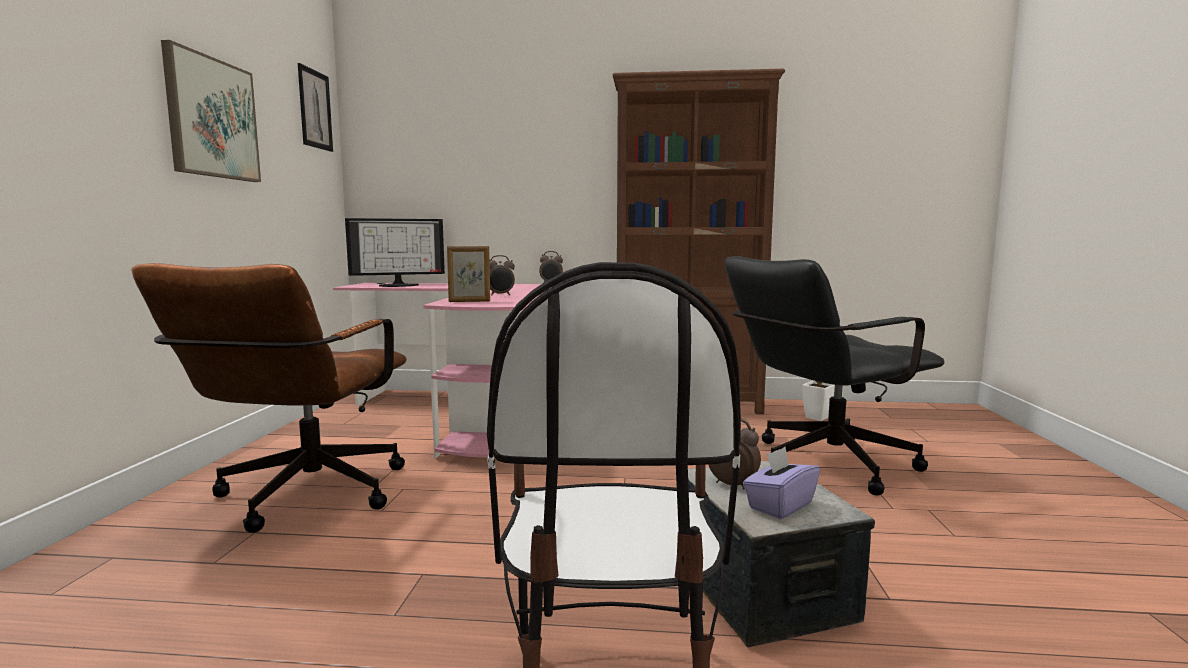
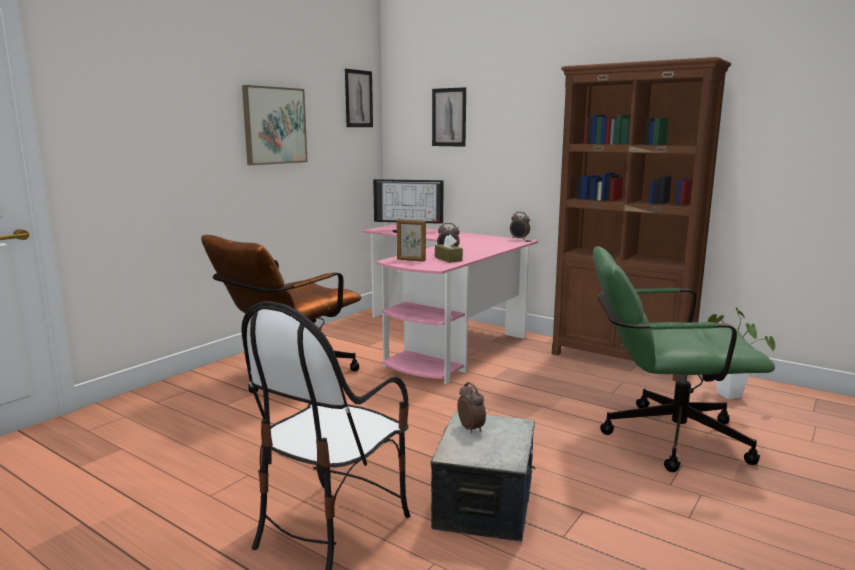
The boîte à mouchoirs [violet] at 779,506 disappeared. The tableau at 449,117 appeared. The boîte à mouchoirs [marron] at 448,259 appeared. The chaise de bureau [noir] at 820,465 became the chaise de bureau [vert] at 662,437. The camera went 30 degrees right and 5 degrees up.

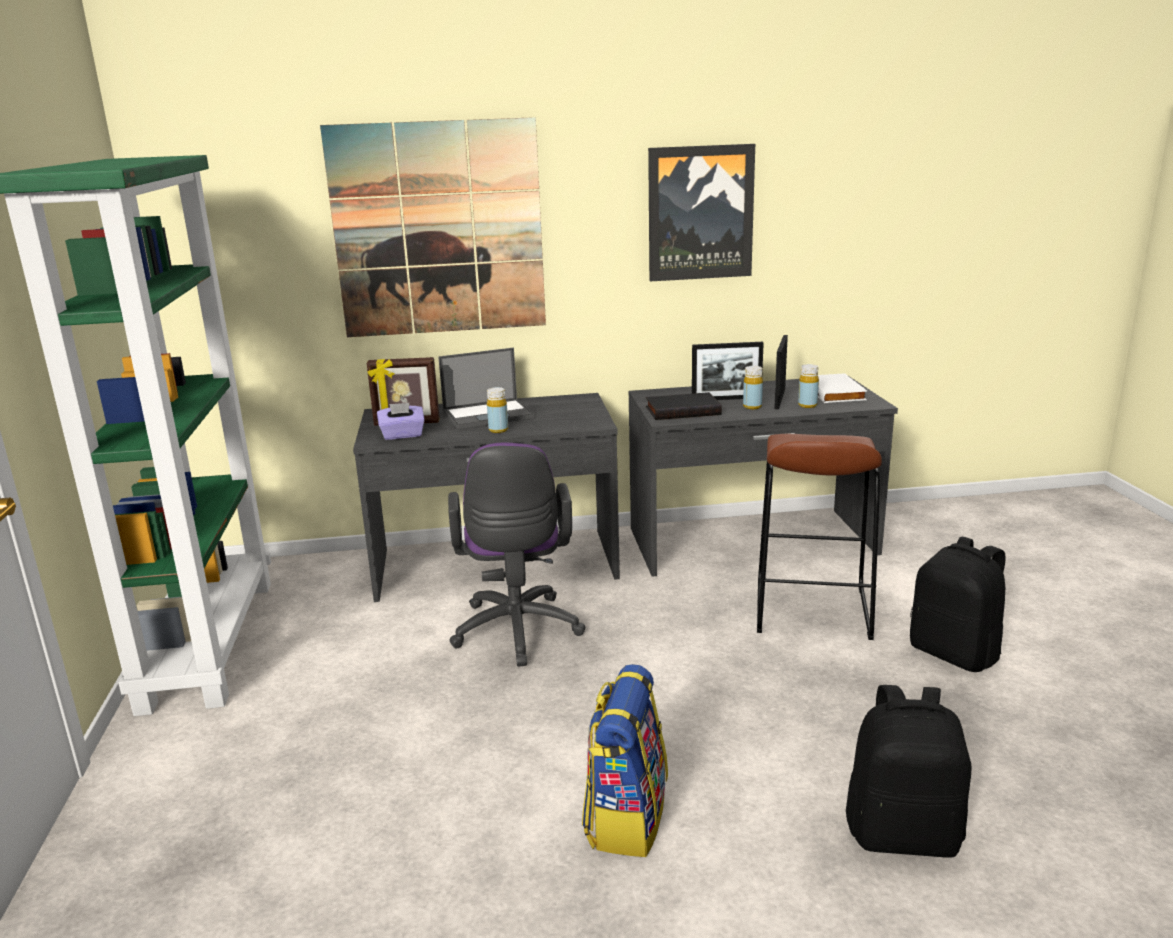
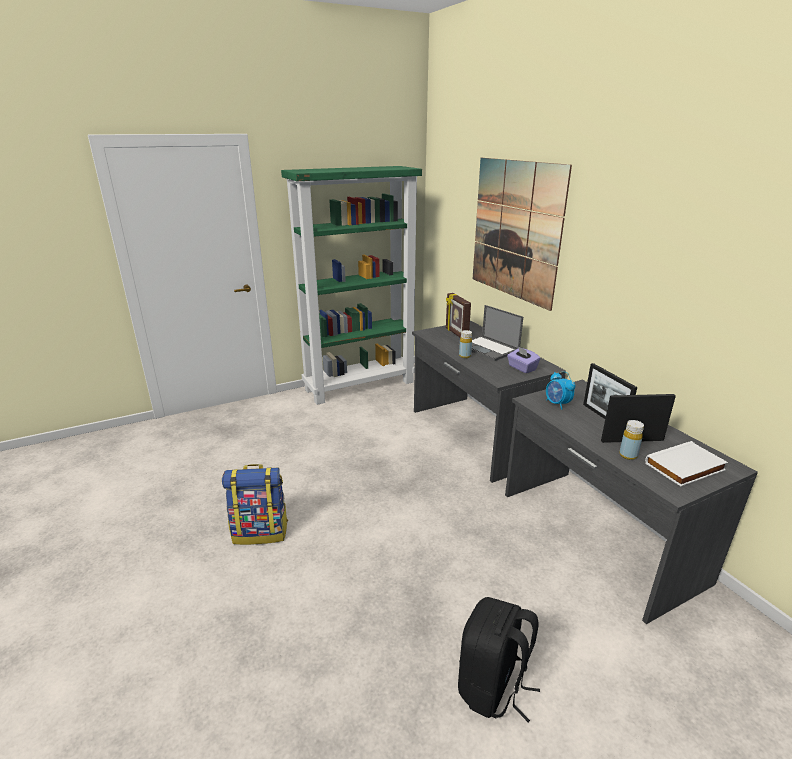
The chaise de bureau [violet] at 517,633 disappeared. The tableau at 700,213 disappeared. The bouteille [jaune] at 752,406 disappeared. The tabouret [marron] at 811,609 disappeared. The sac à dos [noir] at 903,833 disappeared. The boîte à mouchoirs [violet] moved from 402,435 to 522,368. The livre [noir] at 683,410 was replaced by the réveil at 557,404. The camera went 70 degrees right and 5 degrees up.

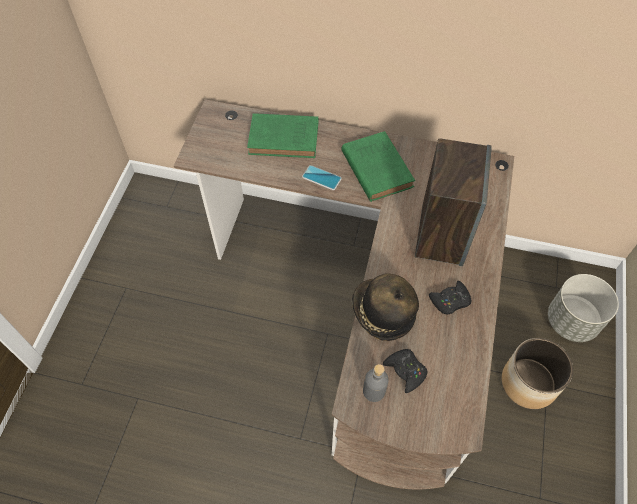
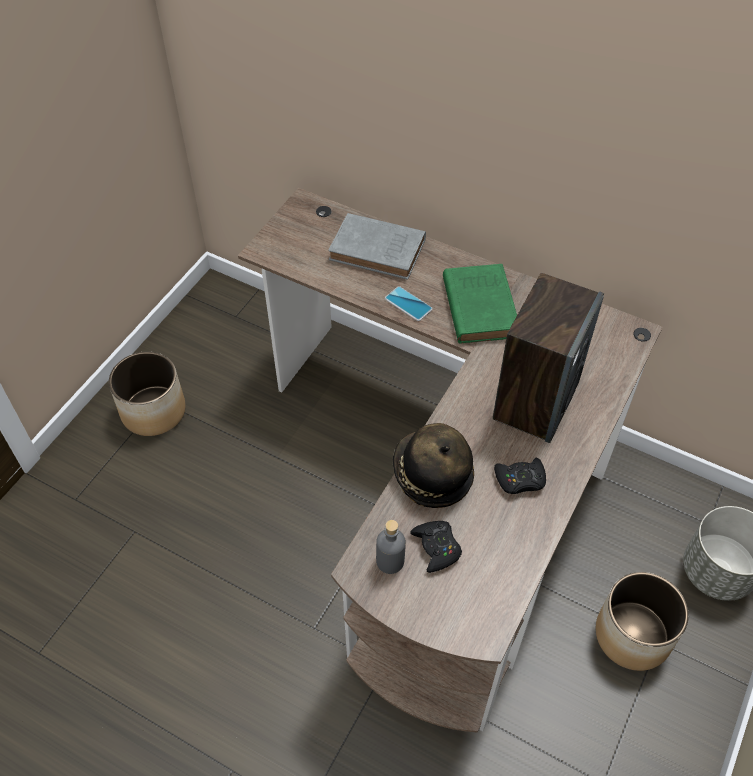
The cache-pot at 154,411 appeared. The livre [vert] at 286,139 became the livre [gris] at 380,251. The camera went 15 degrees right and 5 degrees down.

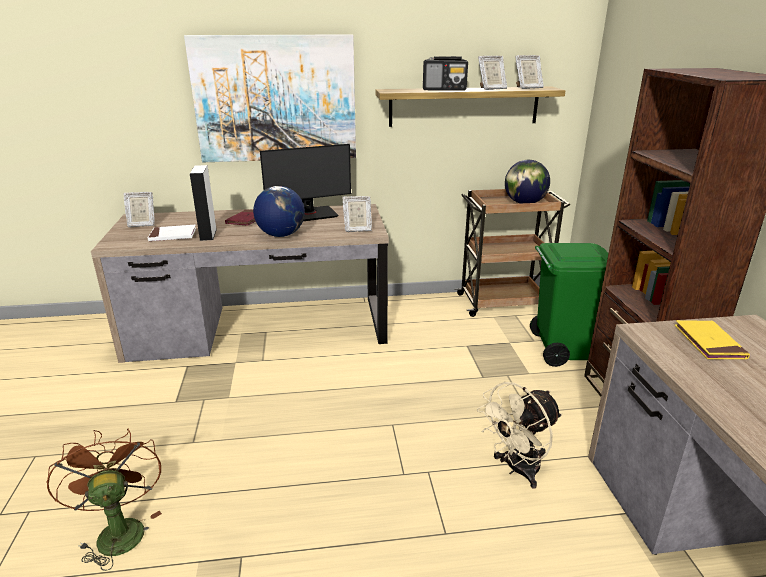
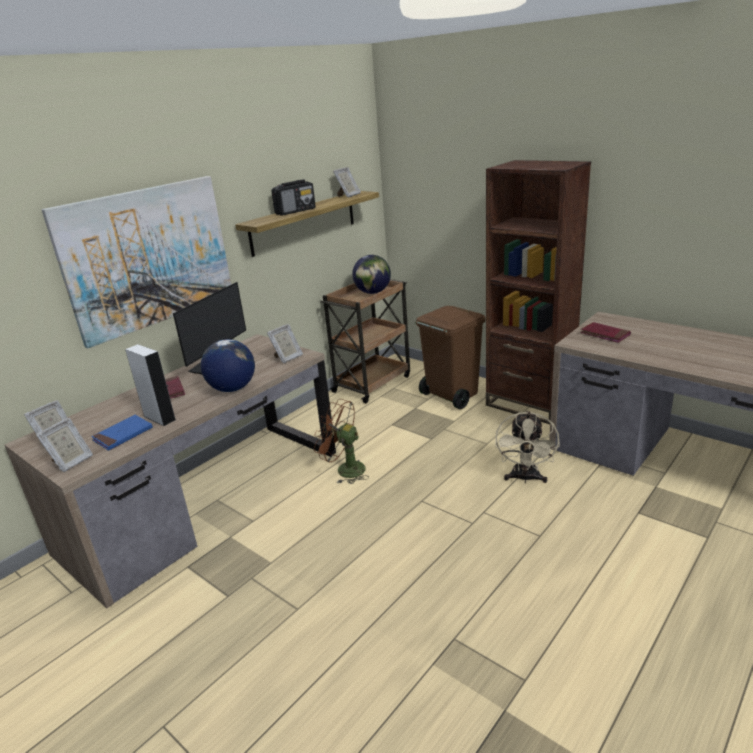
The ventilateur [marron] moved from 118,530 to 344,469. The cadre photo moved from 491,89 to 71,462. The livre [blanc] at 173,235 became the livre [bleu] at 123,435. The poubelle [vert] at 561,349 became the poubelle [marron] at 451,396. The livre [jaune] at 709,342 became the livre [rouge] at 605,334. The camera went 40 degrees left and 0 degrees up.

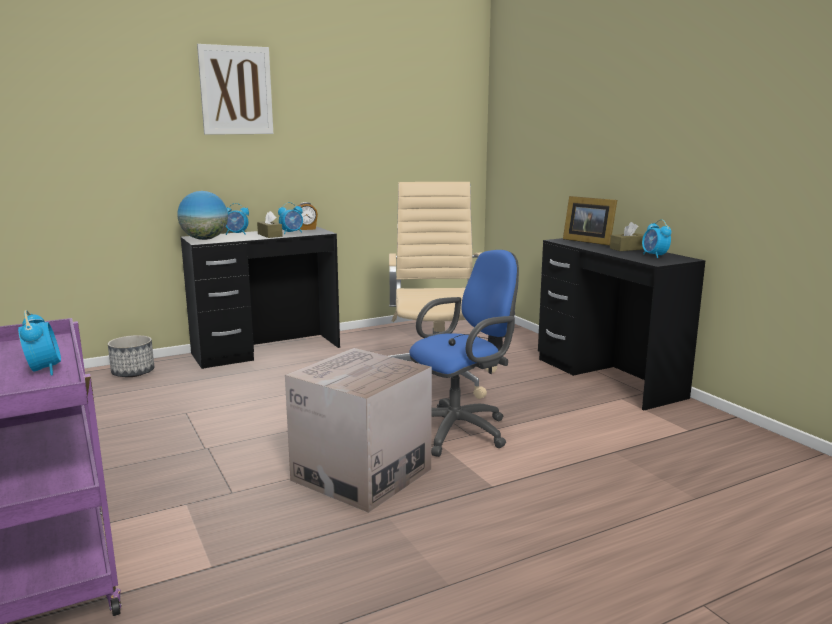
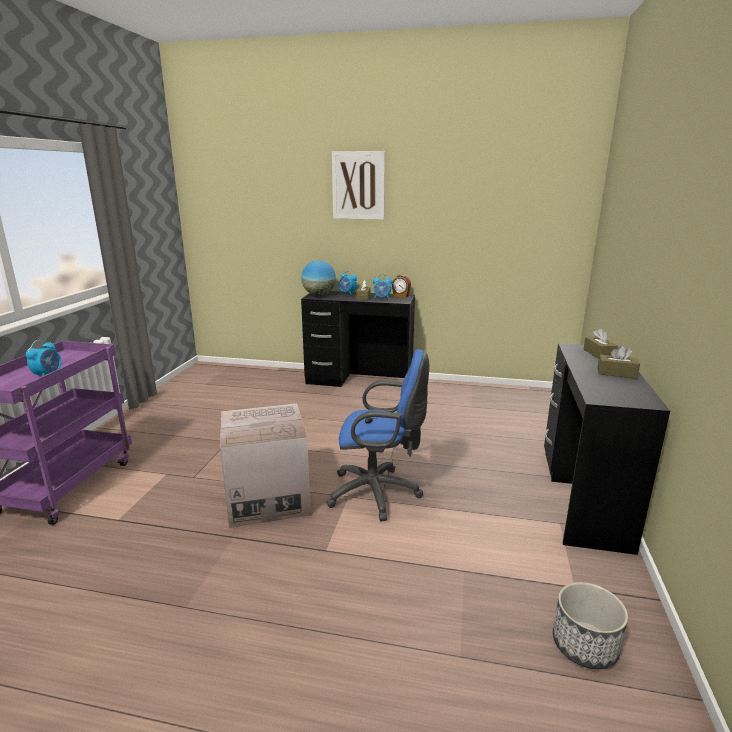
The chaise de bureau [beige] at 437,377 disappeared. The réveil at 654,256 disappeared. The cache-pot moved from 133,372 to 585,645. The cadre photo at 587,241 was replaced by the boîte à mouchoirs [marron] at 598,354. The camera went 40 degrees right and 5 degrees up.

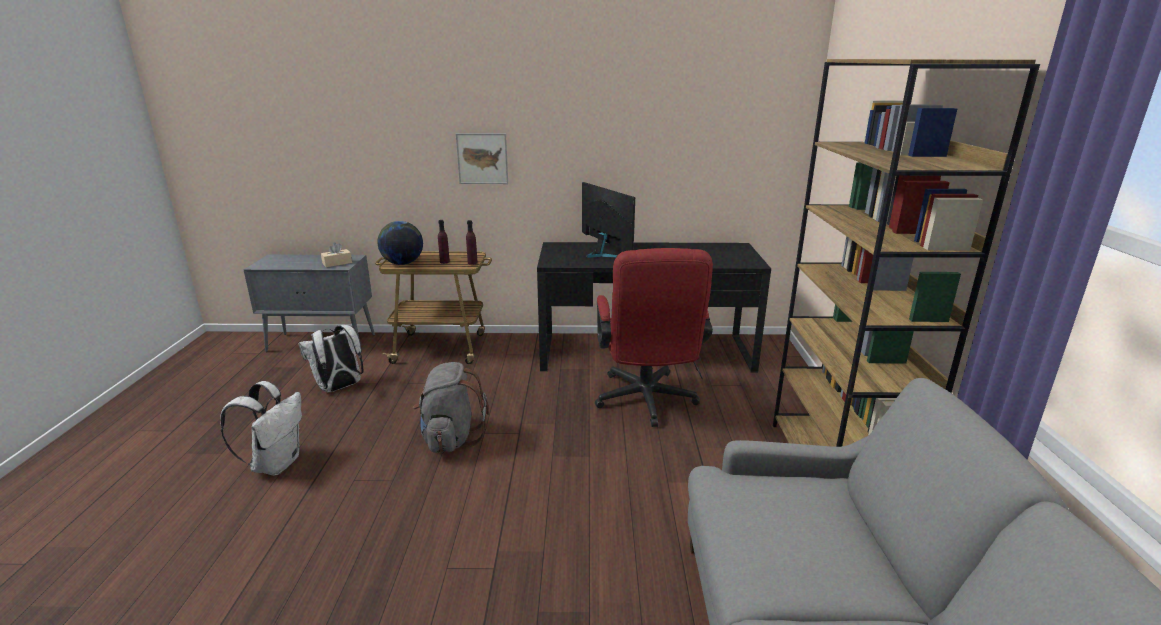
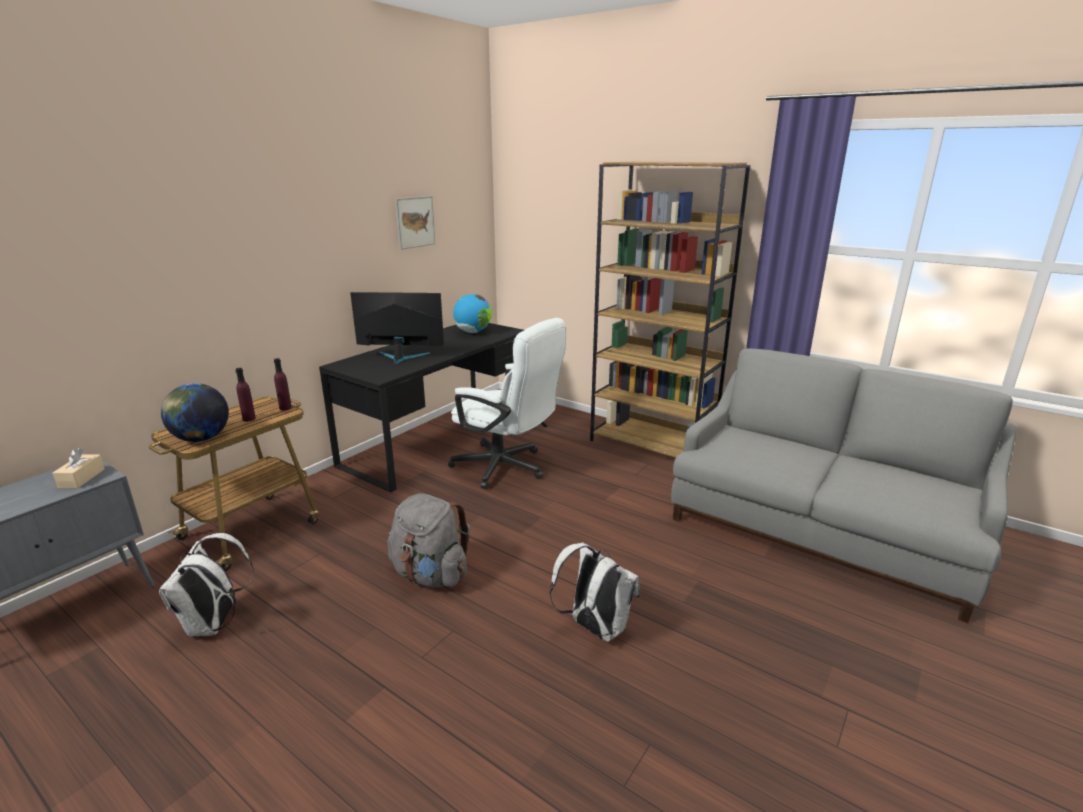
The globe at 473,332 appeared. The sac à dos [blanc] moved from 276,463 to 594,628. The tableau moved from 482,158 to 415,222. The chaise de bureau [rouge] at 646,403 became the chaise de bureau [blanc] at 507,468. The camera went 55 degrees left and 0 degrees up.

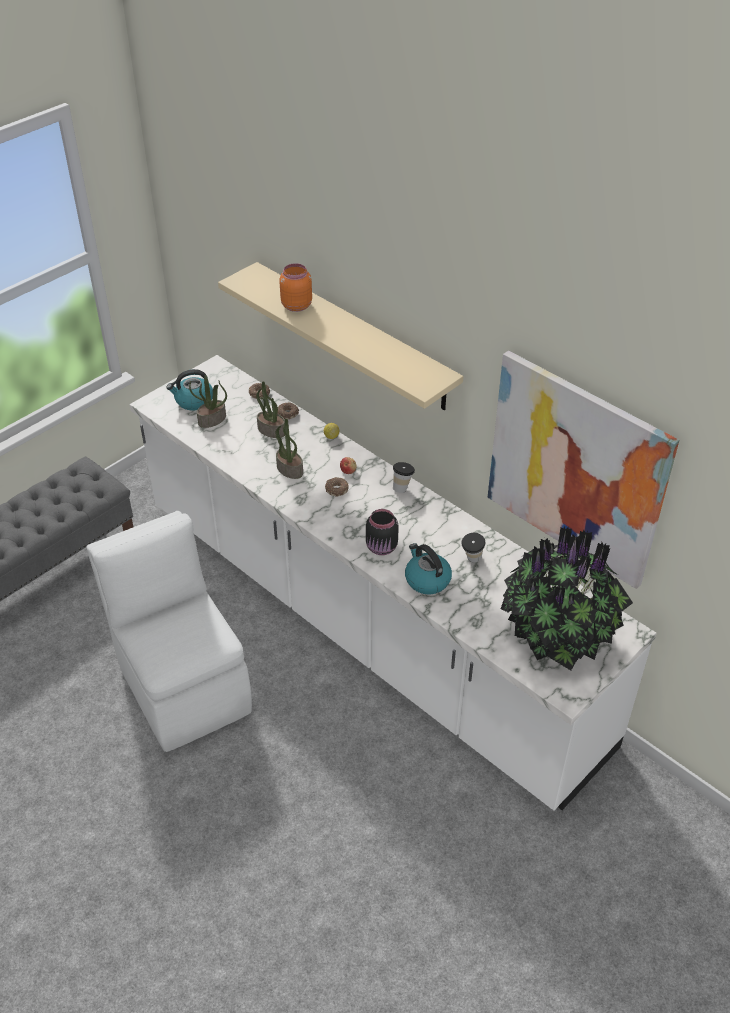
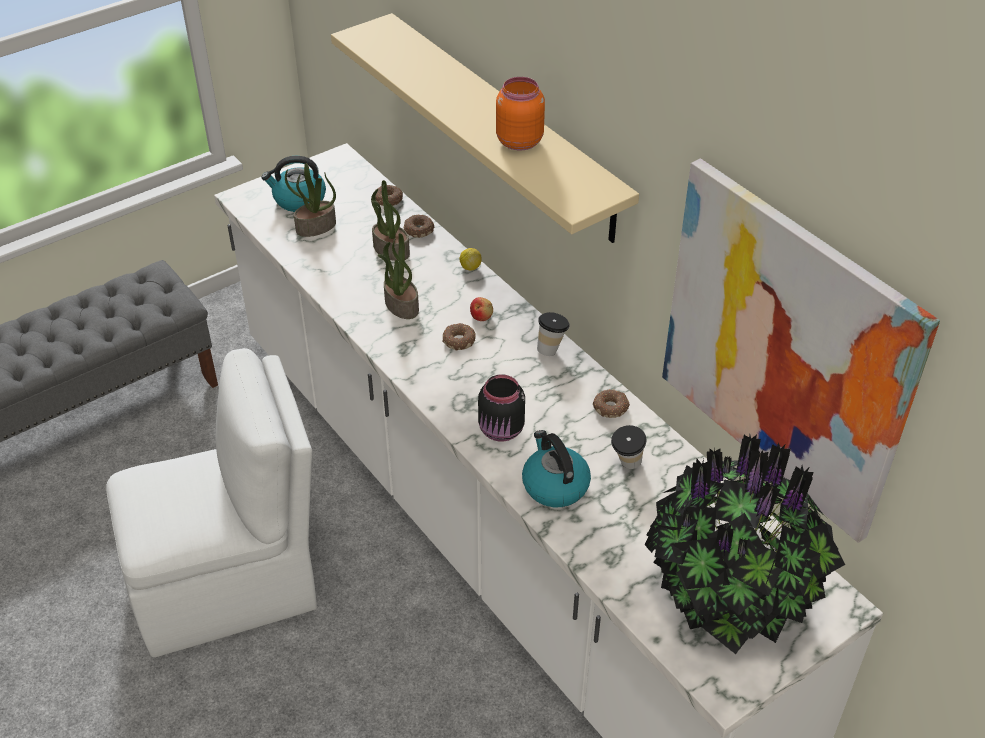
The beignet at 611,407 appeared. The bocal [orange] moved from 295,305 to 518,141. The chaise [blanc] at 183,686 turned 90 degrees clockwise. The camera went 10 degrees right and 0 degrees up.

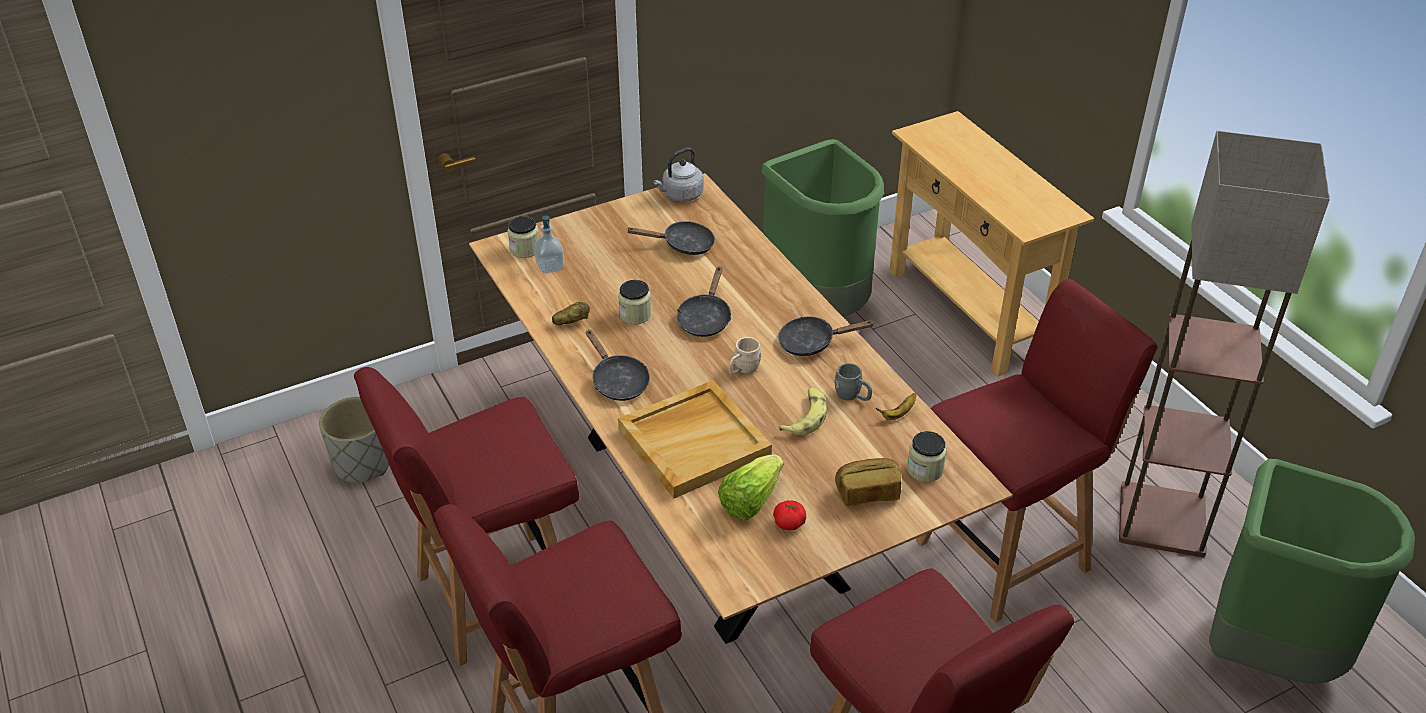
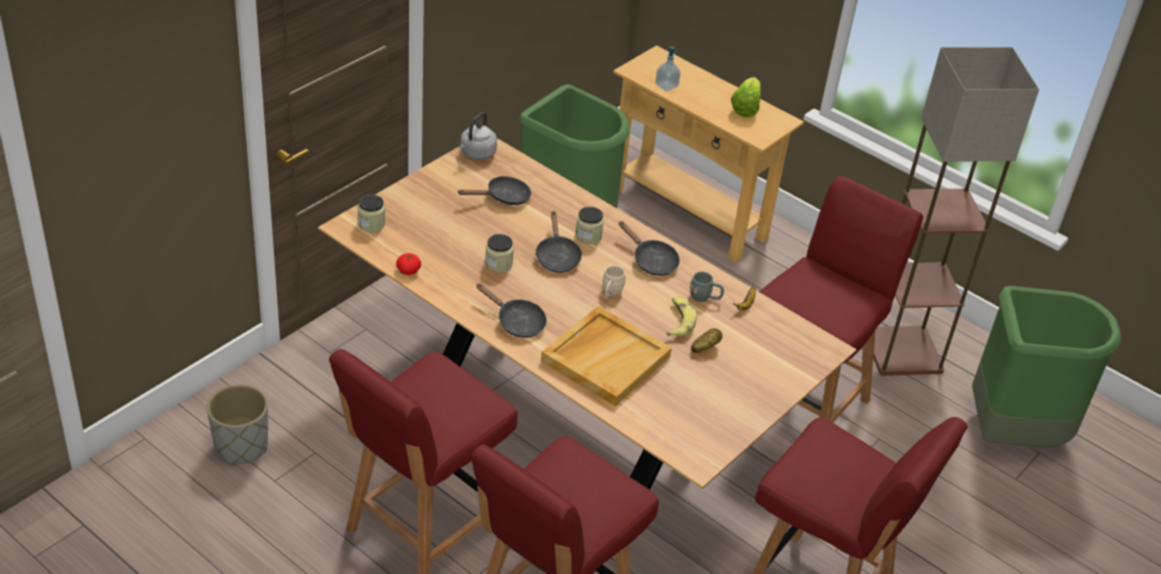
The pain at 867,492 disappeared. The distributeur de savon moved from 550,266 to 666,86. The pomme de terre moved from 571,322 to 705,347. The laitue moved from 750,500 to 745,107. The tomate moved from 789,523 to 408,270. The bocal moved from 925,470 to 588,236. The poêle [noir] at 812,343 turned 105 degrees counterclockwise. The camera went 25 degrees left and 0 degrees up.

